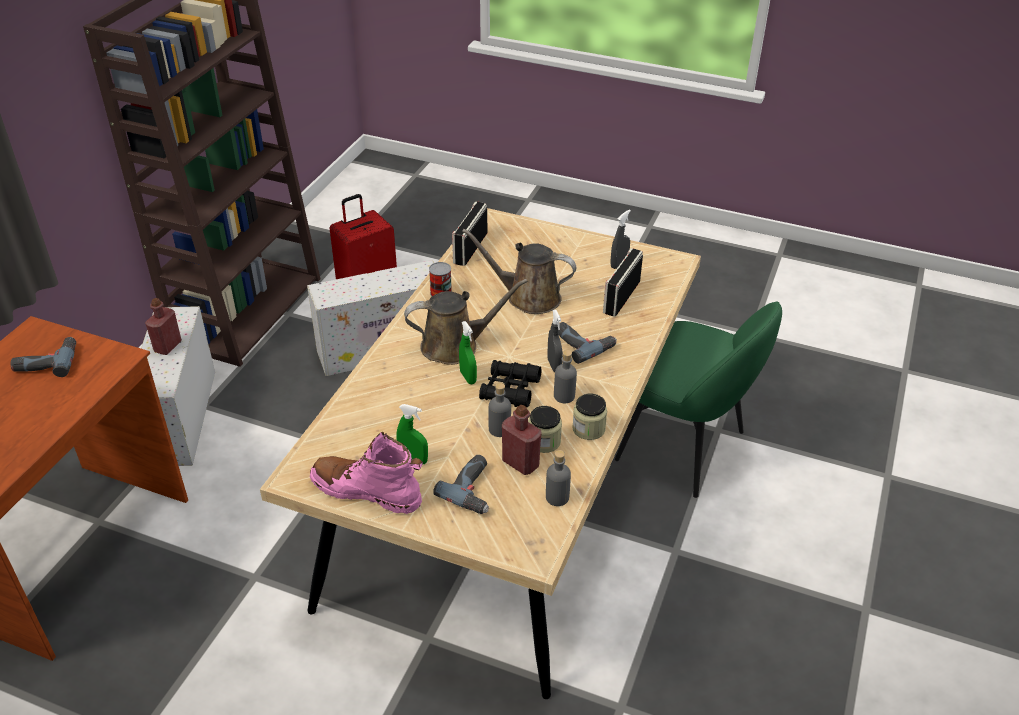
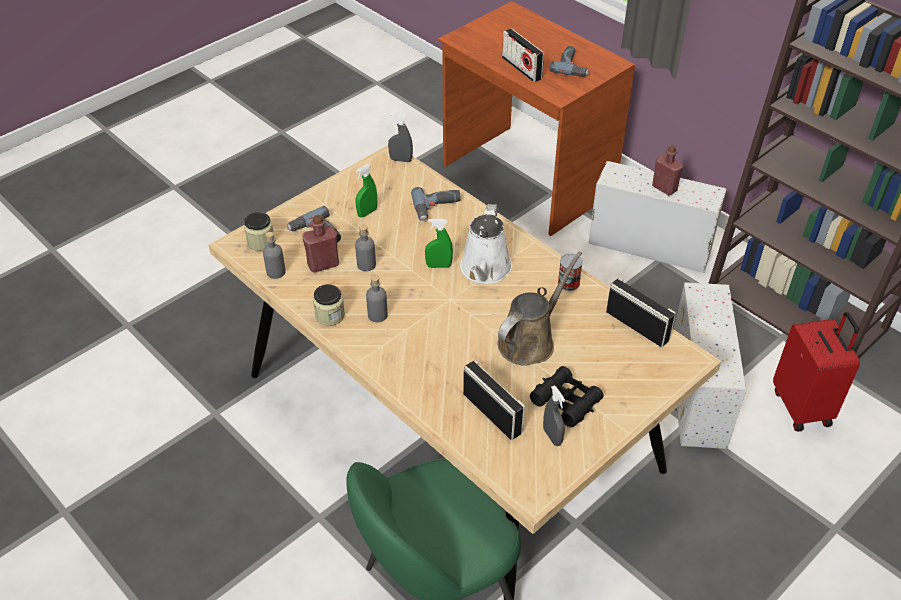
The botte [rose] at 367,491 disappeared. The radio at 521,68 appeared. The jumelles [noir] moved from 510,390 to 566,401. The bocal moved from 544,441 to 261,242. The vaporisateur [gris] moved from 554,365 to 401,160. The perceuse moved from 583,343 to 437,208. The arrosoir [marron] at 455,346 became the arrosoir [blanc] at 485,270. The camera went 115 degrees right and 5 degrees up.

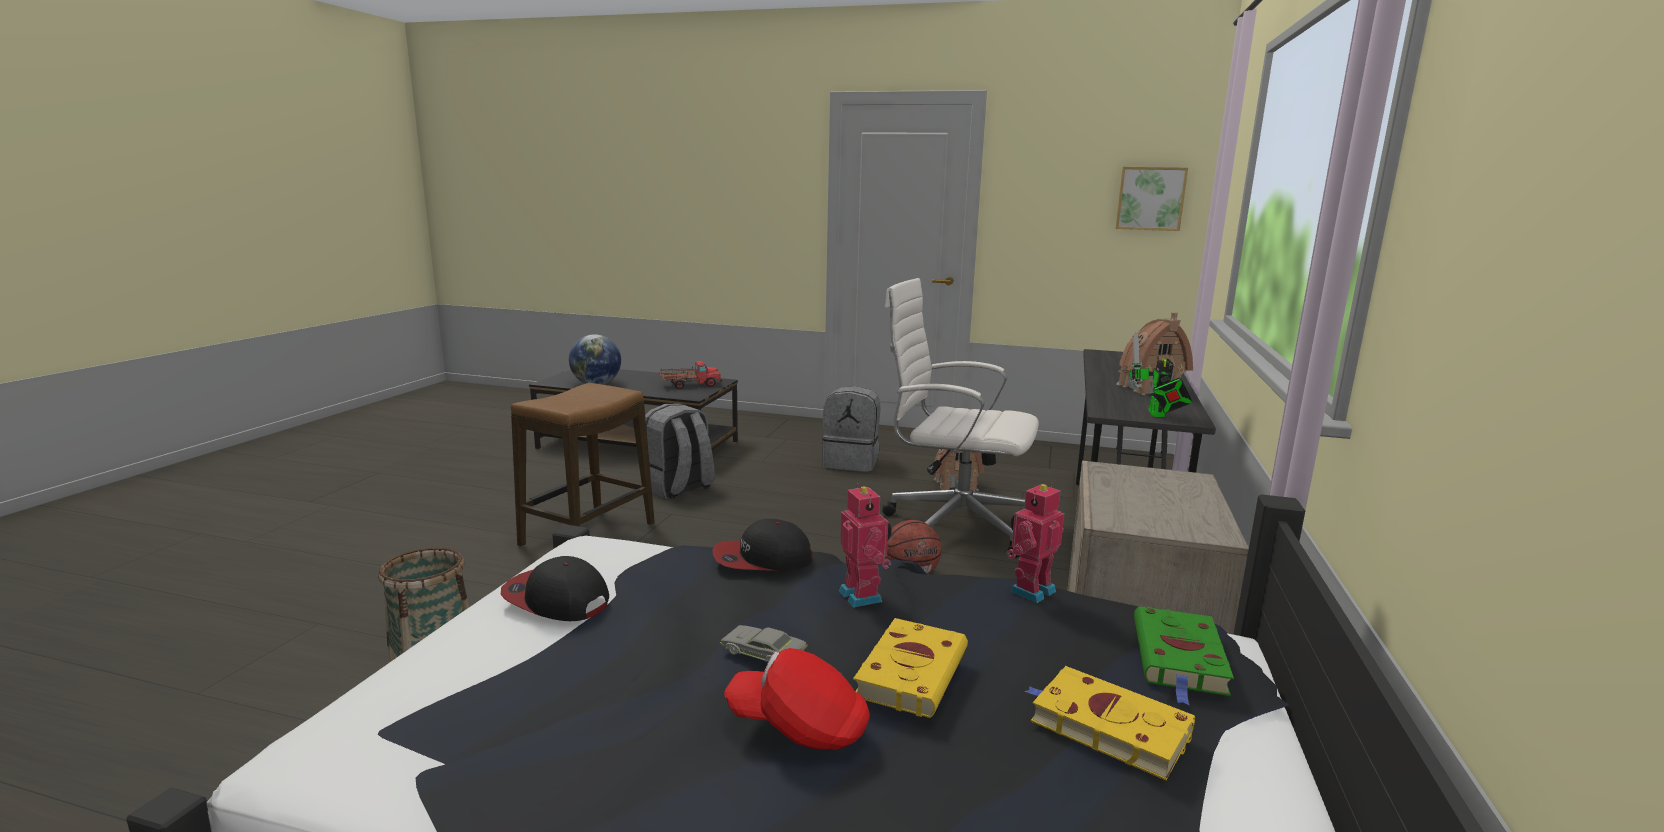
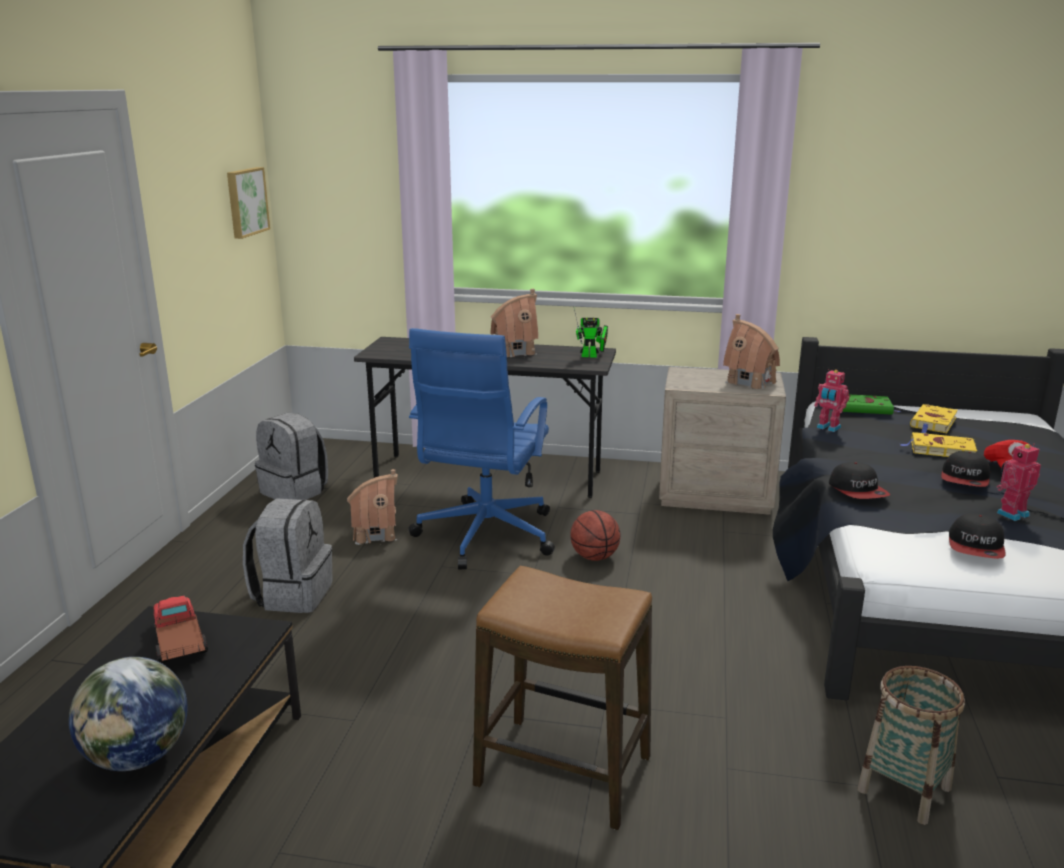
The maison miniature at 750,382 appeared. The sac à dos [gris] moved from 678,488 to 295,491. The robot jouet moved from 863,595 to 1011,513. The petite voiture [gris] at 763,653 was replaced by the casquette at 965,479. The chaise de bureau [blanc] at 954,525 became the chaise de bureau [bleu] at 484,537. The camera went 95 degrees left and 5 degrees up.

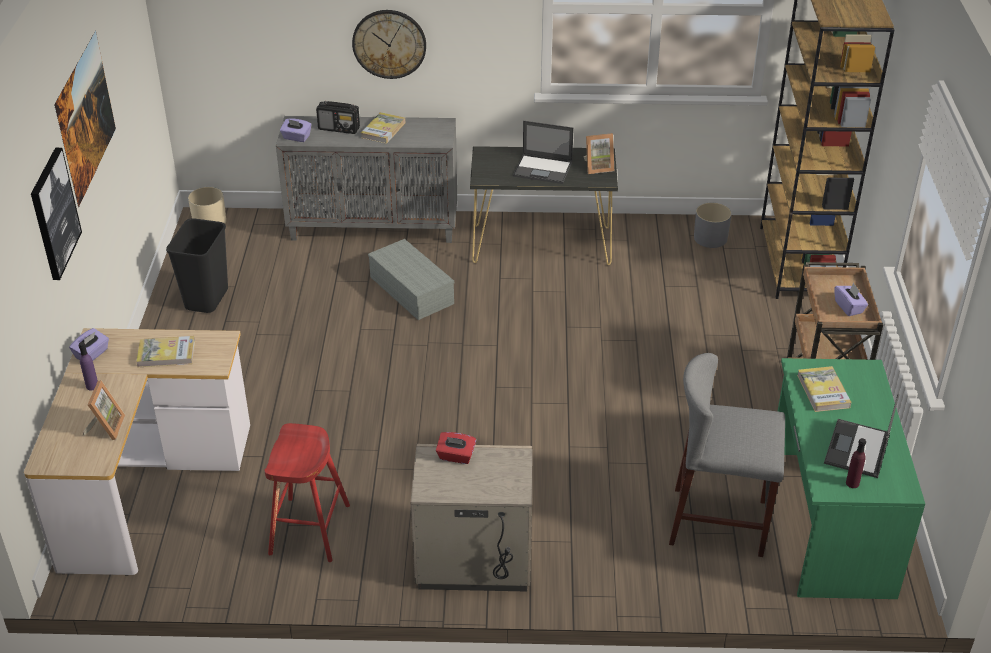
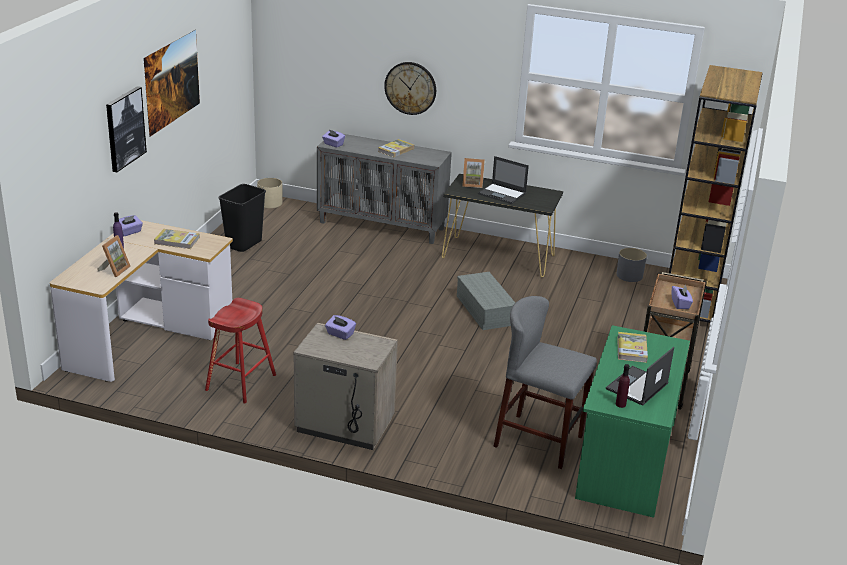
The radio at 339,128 disappeared. The boîte de rangement [gris] moved from 413,290 to 486,310. The cadre photo moved from 598,167 to 472,184. The boîte à mouchoirs [rouge] at 456,456 became the boîte à mouchoirs [violet] at 340,334. The camera went 15 degrees right and 10 degrees down.

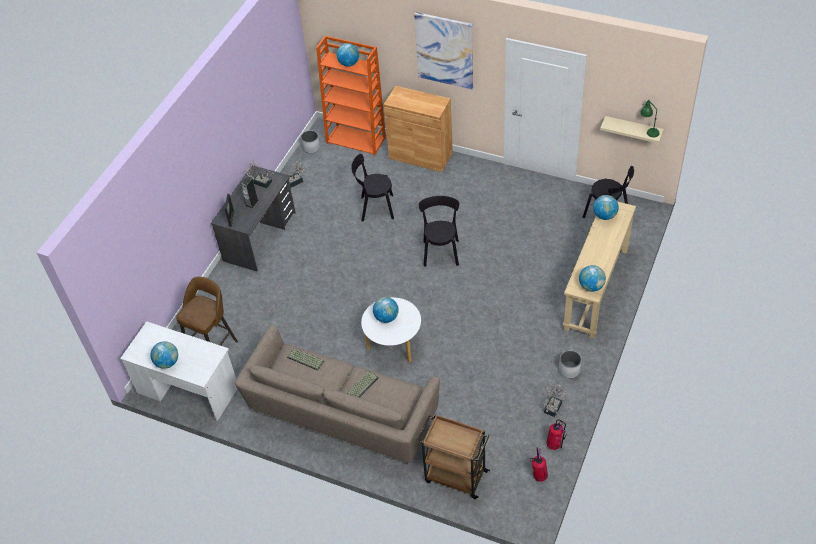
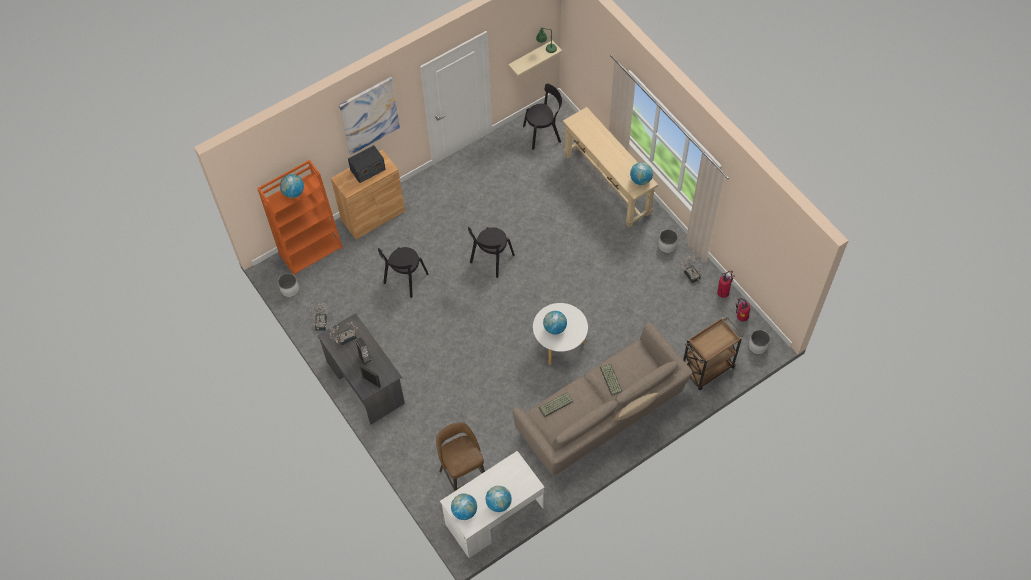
The radio at 367,170 appeared. The coussin [beige] at 635,411 appeared. The cache-pot [blanc] at 758,346 appeared. The globe moved from 604,215 to 464,511. The chaise [noir] at 441,251 turned 90 degrees counterclockwise. The camera went 60 degrees left and 10 degrees up.

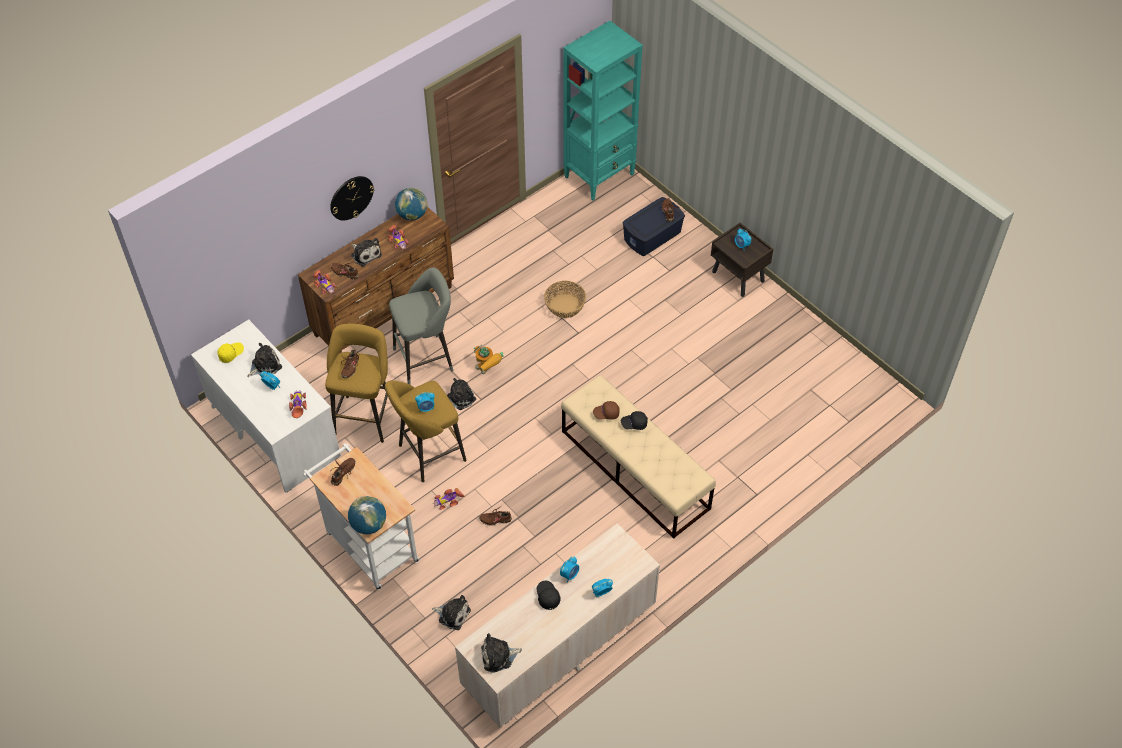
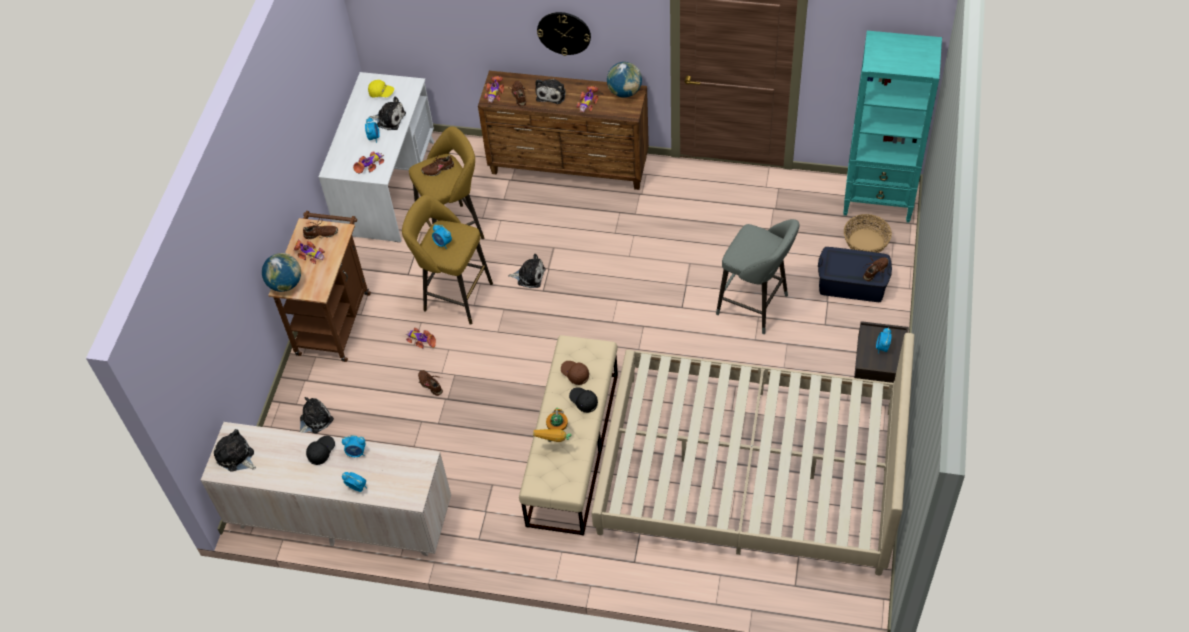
The petite voiture at 309,254 appeared. The lit [beige] at 749,473 appeared. The tabouret [gris] moved from 427,358 to 756,306. The robot jouet moved from 488,370 to 556,441. The panier moved from 565,306 to 866,243. The chariot [blanc] at 368,543 became the chariot [marron] at 335,318. The peluche at 452,614 turned 120 degrees counterclockwise. The camera went 55 degrees right and 0 degrees up.

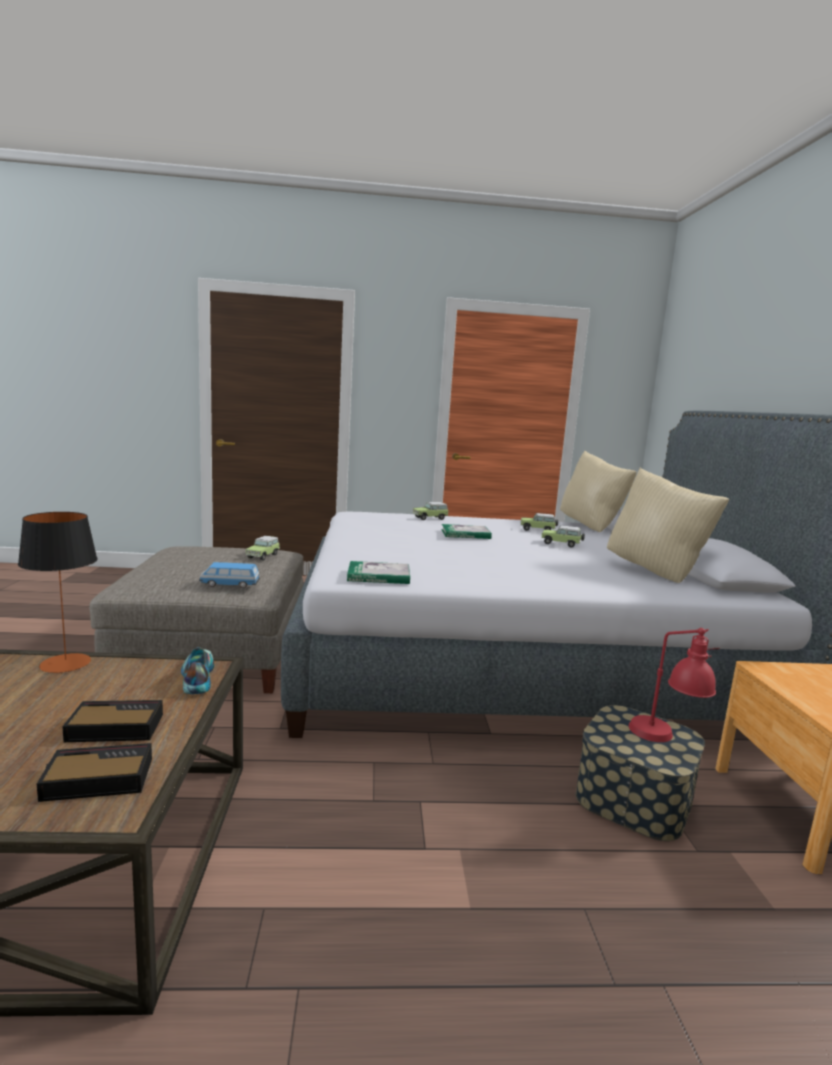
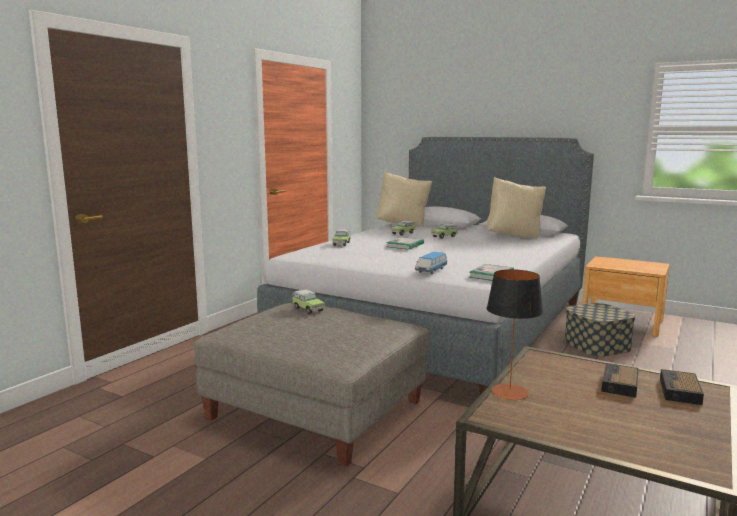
The chaussure at 196,677 disappeared. The lampe de table [rouge] at 665,740 disappeared. The petite voiture moved from 229,584 to 431,271. The camera went 55 degrees left and 0 degrees up.

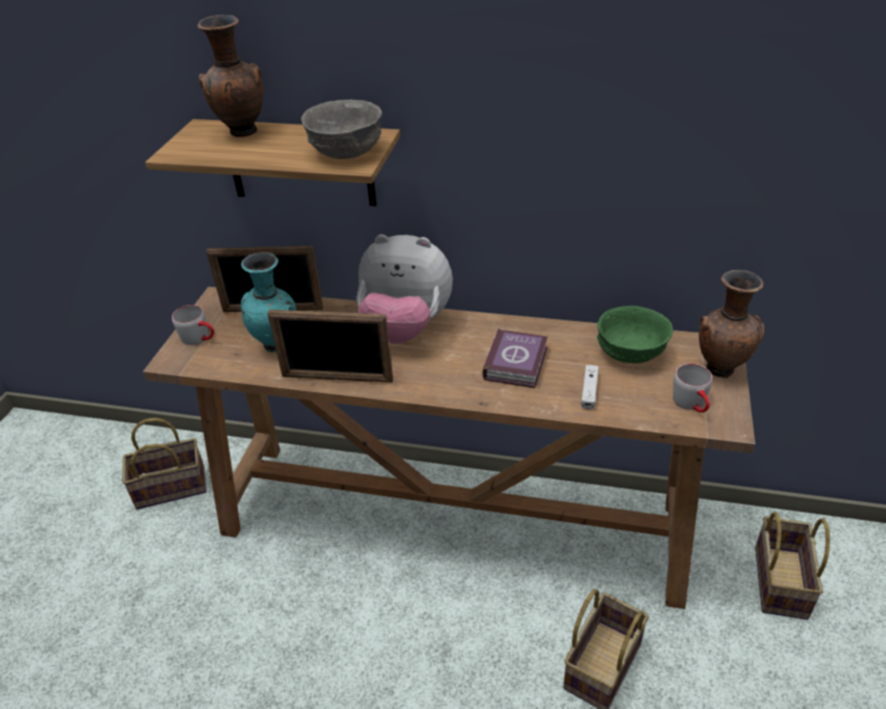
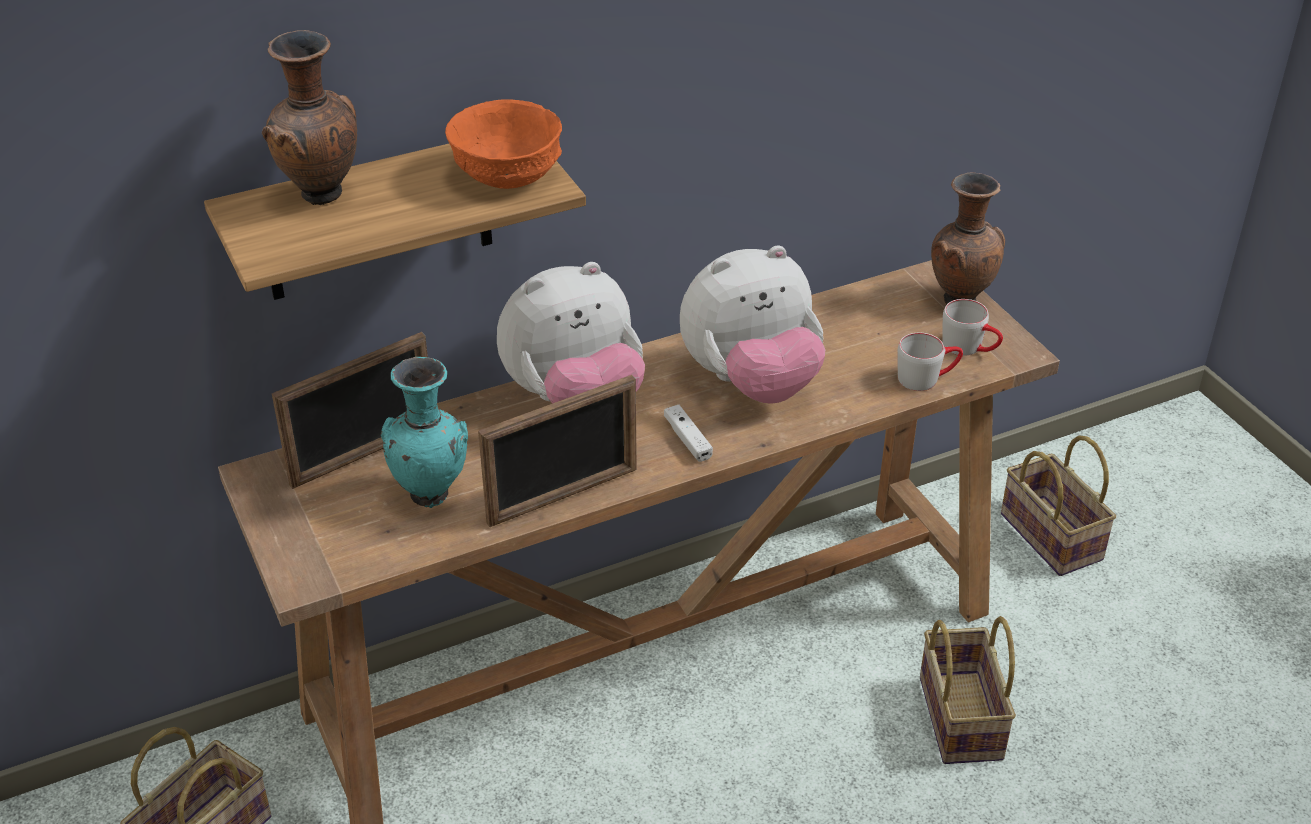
The bol [vert] at 630,354 disappeared. The mug [gris] moved from 200,338 to 927,377. The manette [blanc] moved from 589,391 to 687,439. The livre at 517,362 was replaced by the peluche at 751,383. The bol [gris] at 347,151 became the bol [orange] at 508,174. The camera went 40 degrees left and 0 degrees up.

